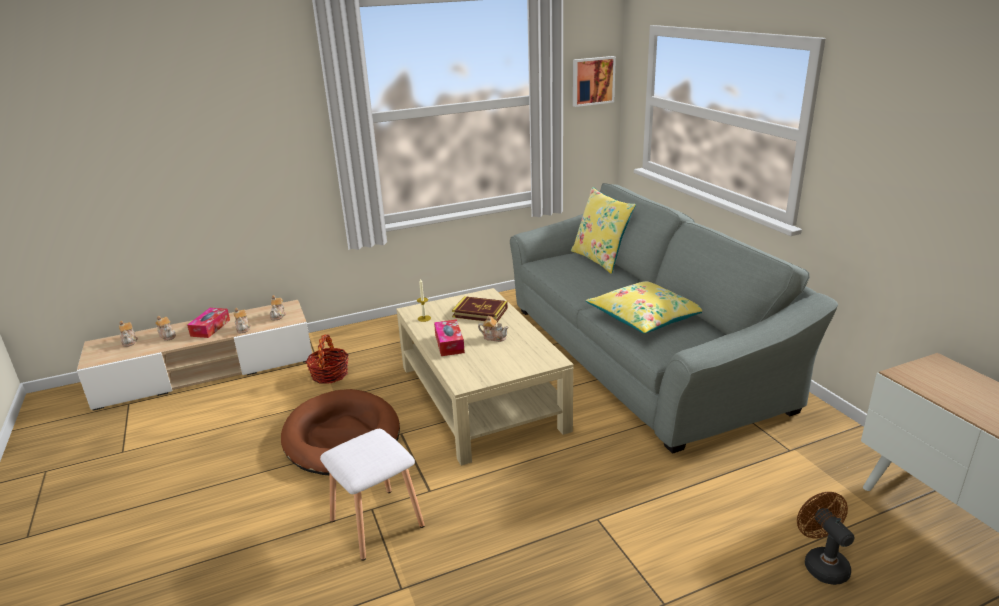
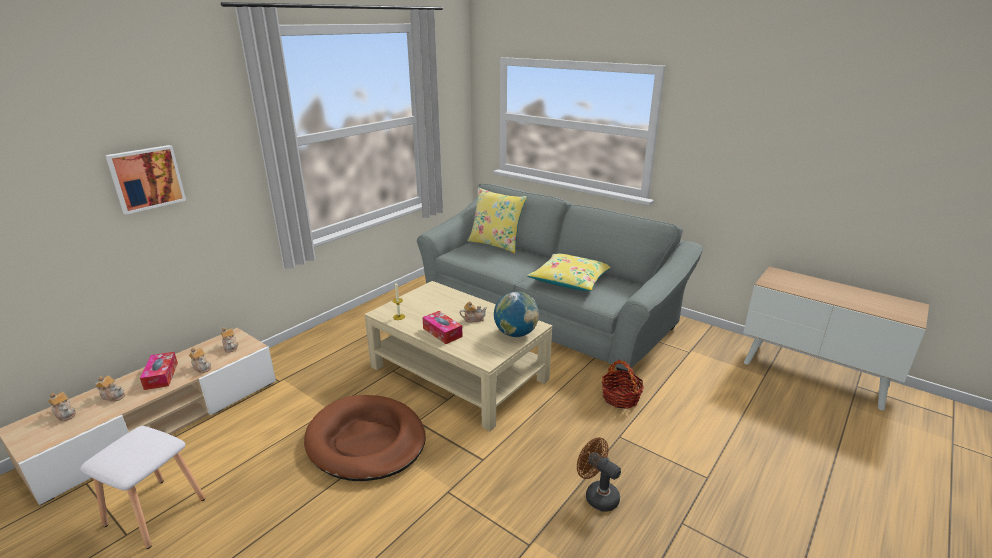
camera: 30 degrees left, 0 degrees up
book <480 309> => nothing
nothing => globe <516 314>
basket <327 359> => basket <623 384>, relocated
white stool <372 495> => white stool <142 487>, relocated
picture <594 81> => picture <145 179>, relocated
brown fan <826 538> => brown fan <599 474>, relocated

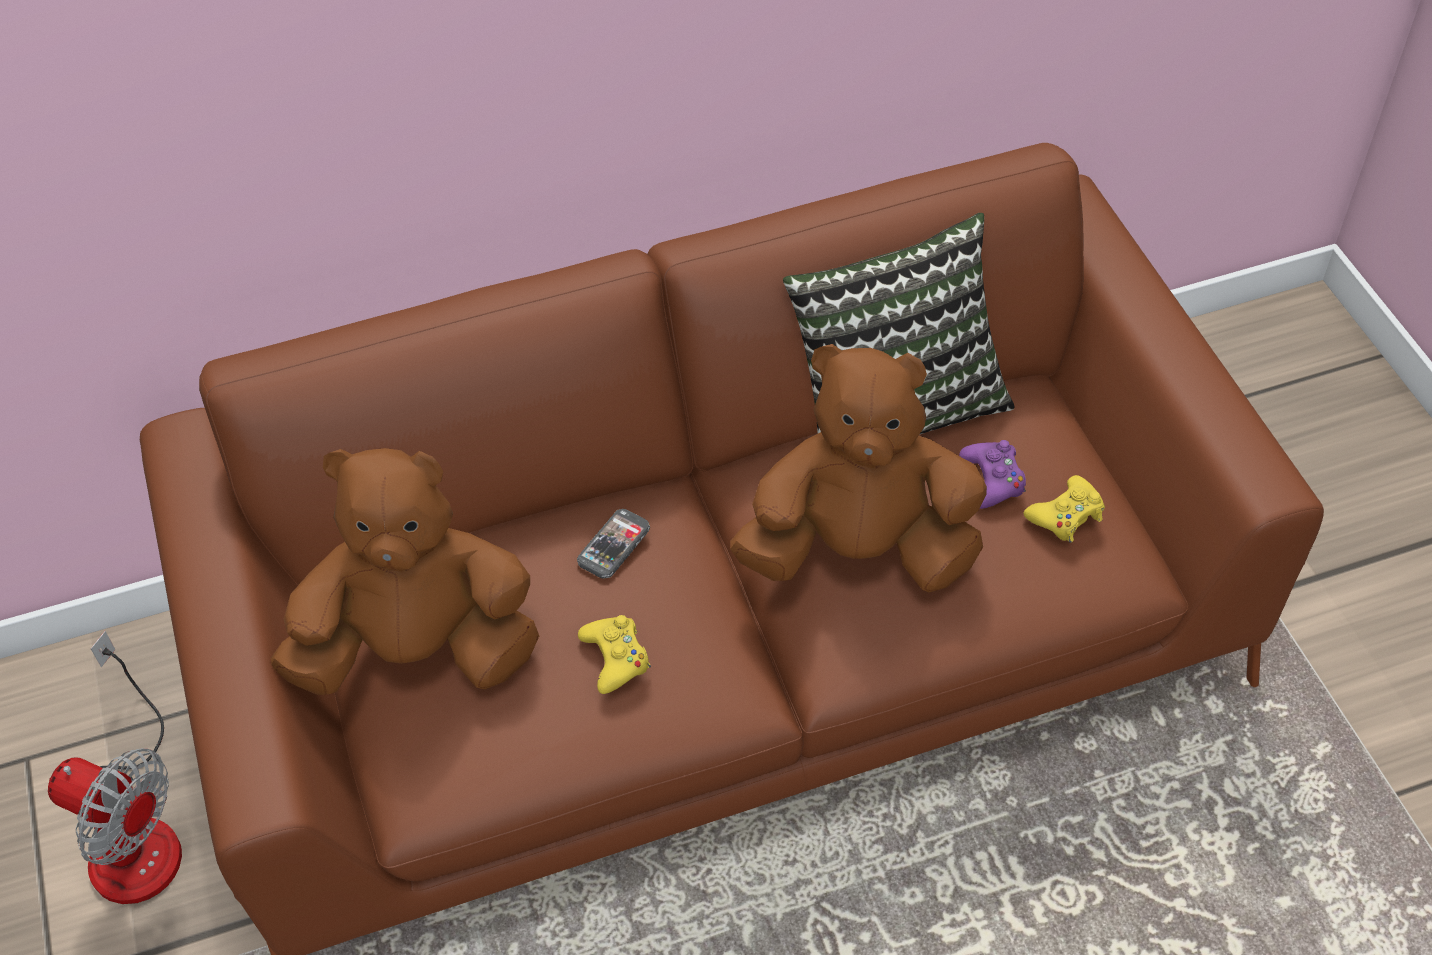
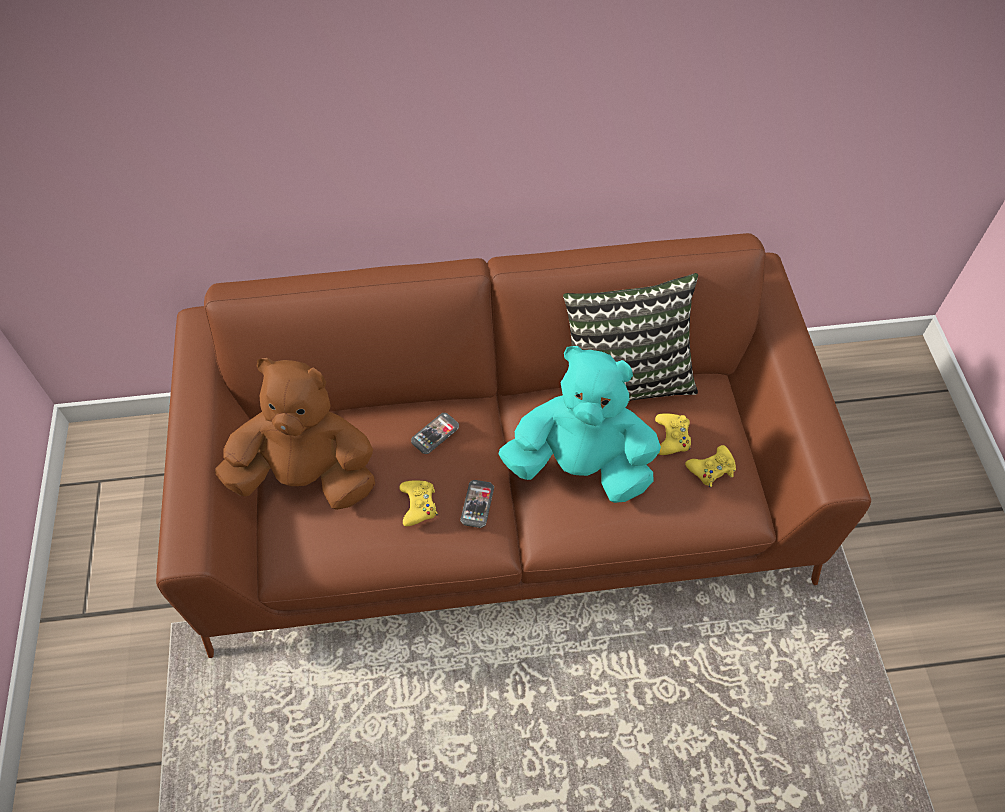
camera: 10 degrees right, 5 degrees up
fan <115 767> => nothing
nothing => phone <477 504>
brown plush toy <858 468> => turquoise plush toy <579 424>
purple game controller <992 474> => yellow game controller <673 434>

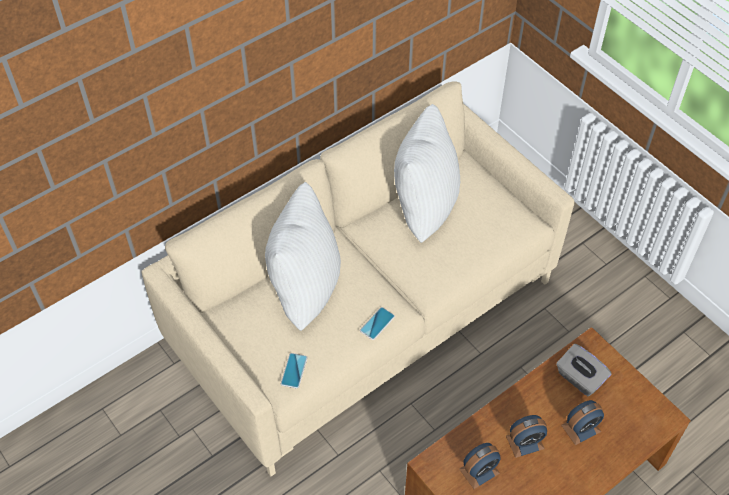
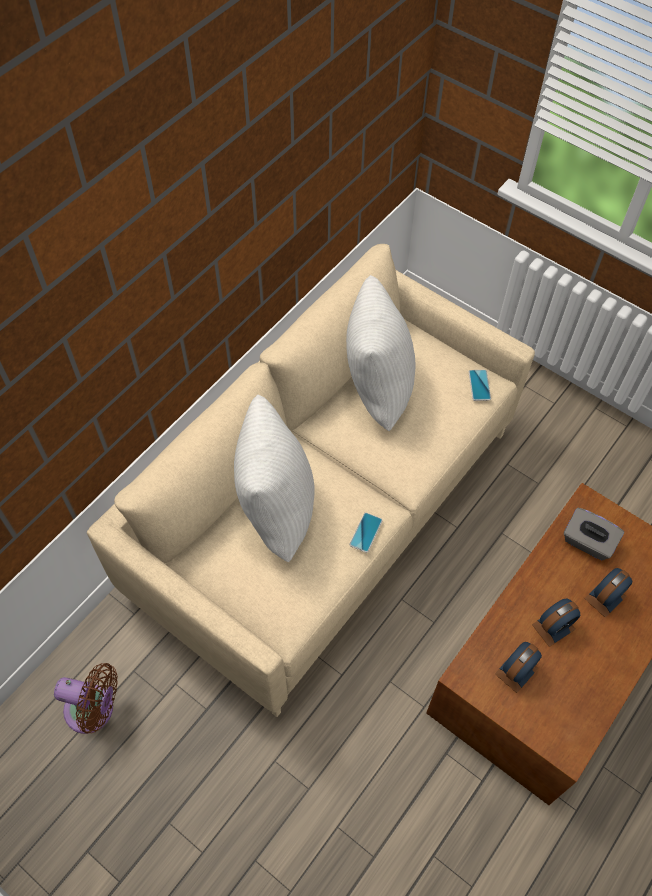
camera: 15 degrees left, 5 degrees up
nothing => brown fan <86 698>
phone <294 371> => phone <480 385>, relocated

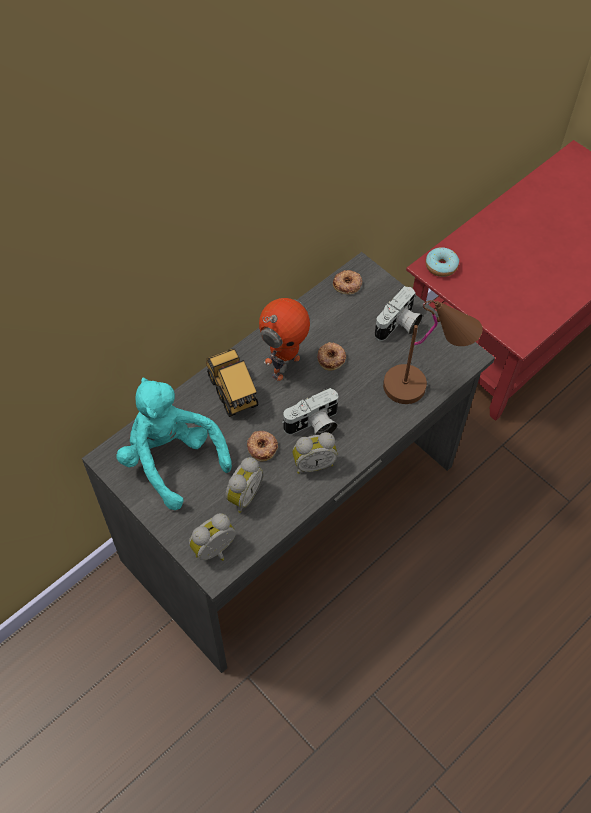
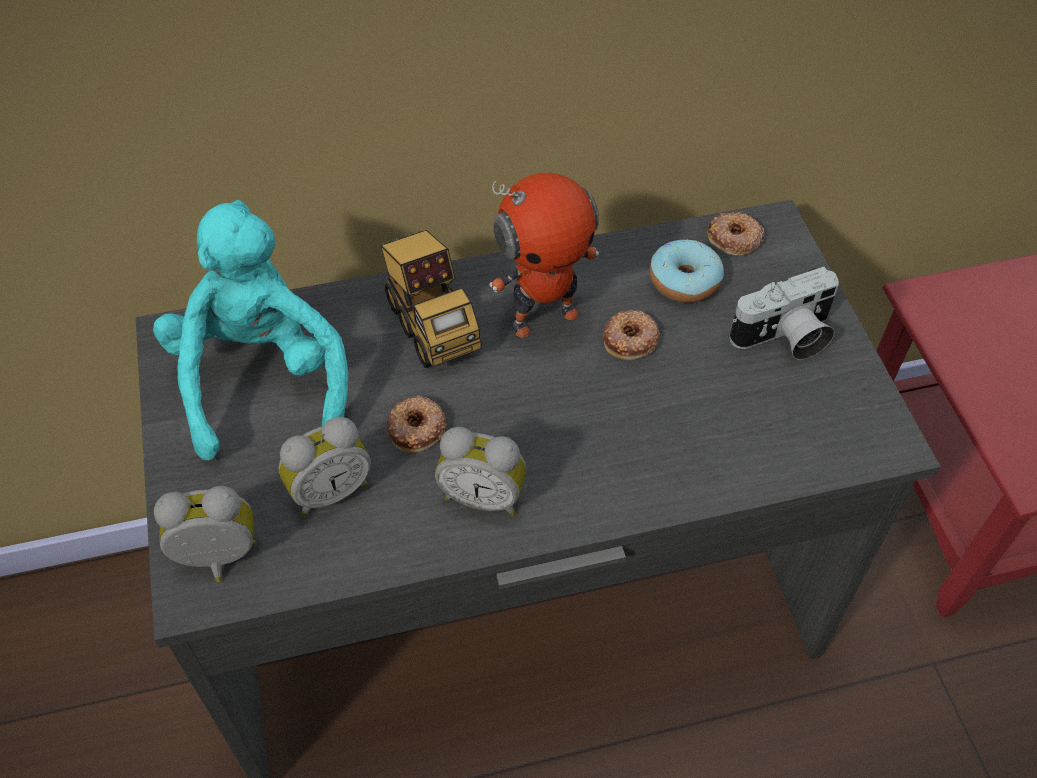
camera: 30 degrees right, 5 degrees down
photo camera <310 411> => nothing
brown table lamp <433 352> => nothing
donut <442 262> => donut <687 271>, relocated
toy truck <232 383> => toy truck <431 299>, 150 degrees clockwise

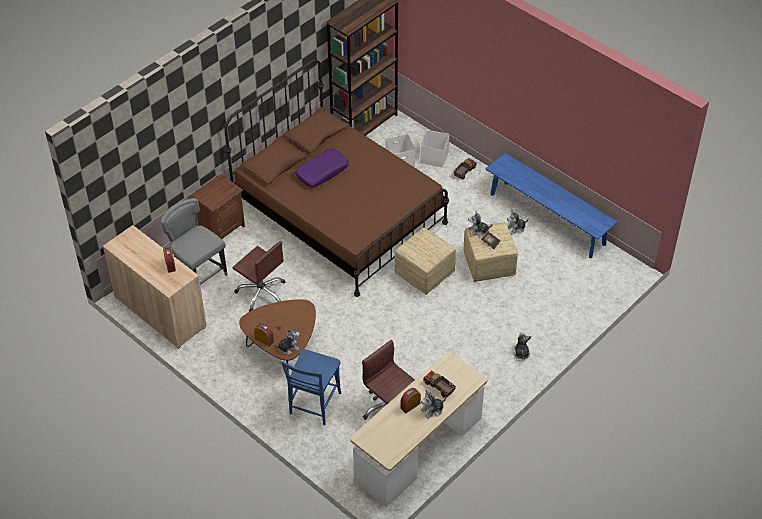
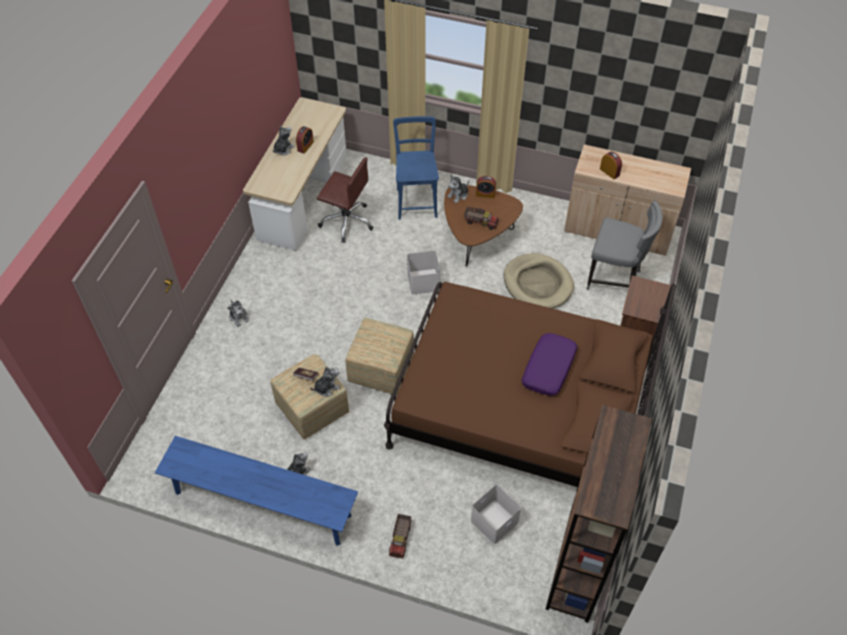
camera: 155 degrees right, 5 degrees up
white storage box <434 149> => white storage box <423 272>, relocated
toy truck <439 384> => toy truck <481 218>, relocated
brown office chair <259 276> => beige dog bed <539 281>

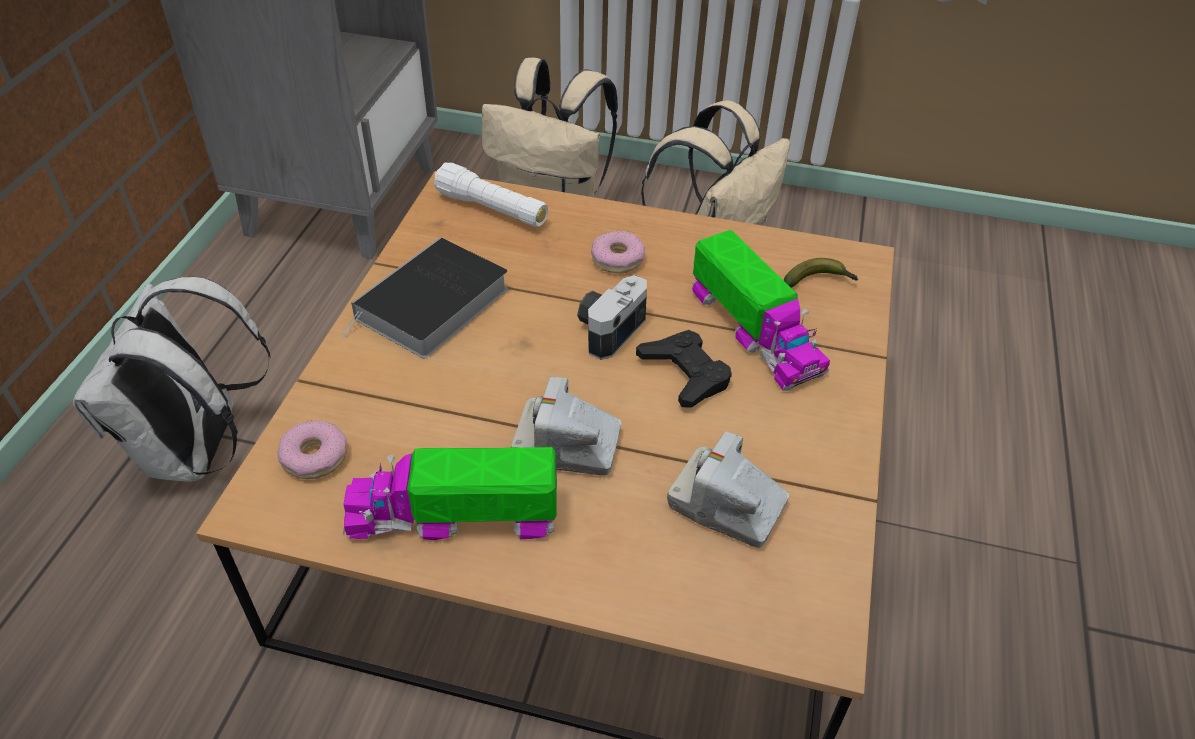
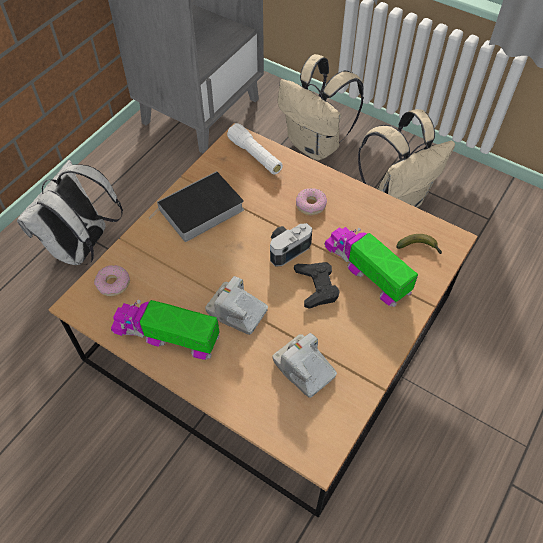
camera: 20 degrees right, 10 degrees up
toy truck <761 310> => toy truck <371 267>, 150 degrees clockwise

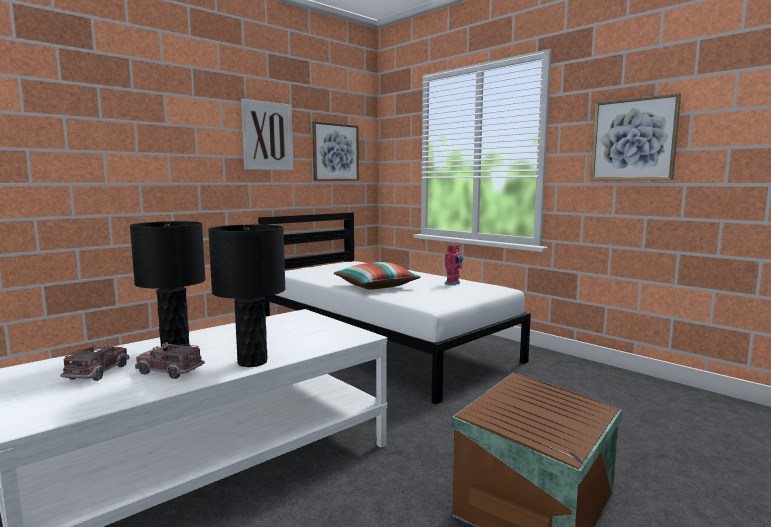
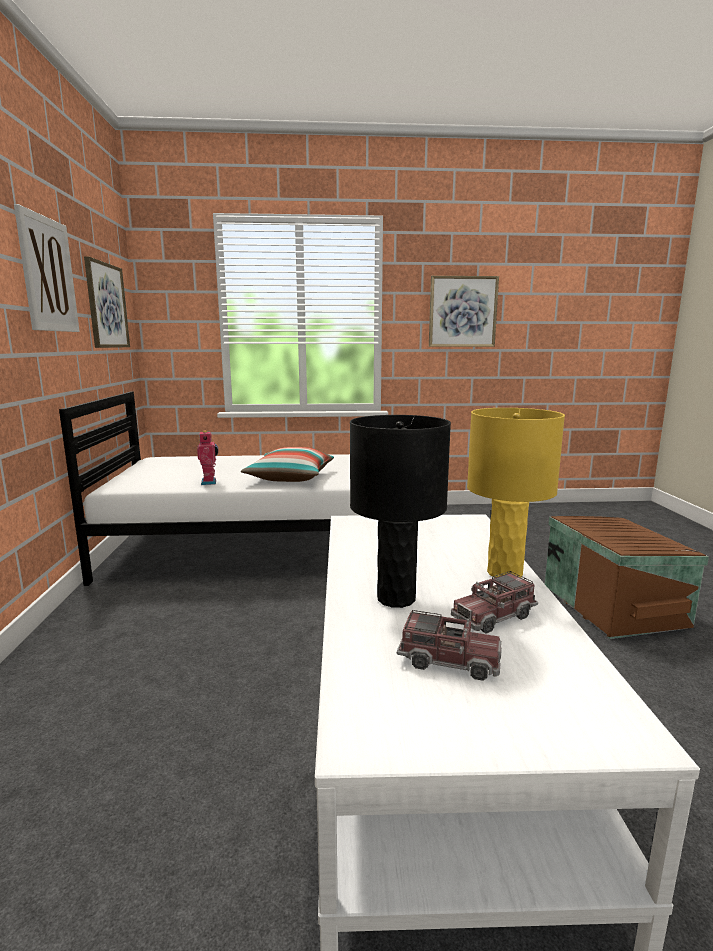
camera: 50 degrees left, 5 degrees up
toy robot <453 264> => toy robot <207 457>, relocated
black table lamp <247 296> => yellow table lamp <516 493>
toy truck <95 362> => toy truck <449 645>, 150 degrees clockwise

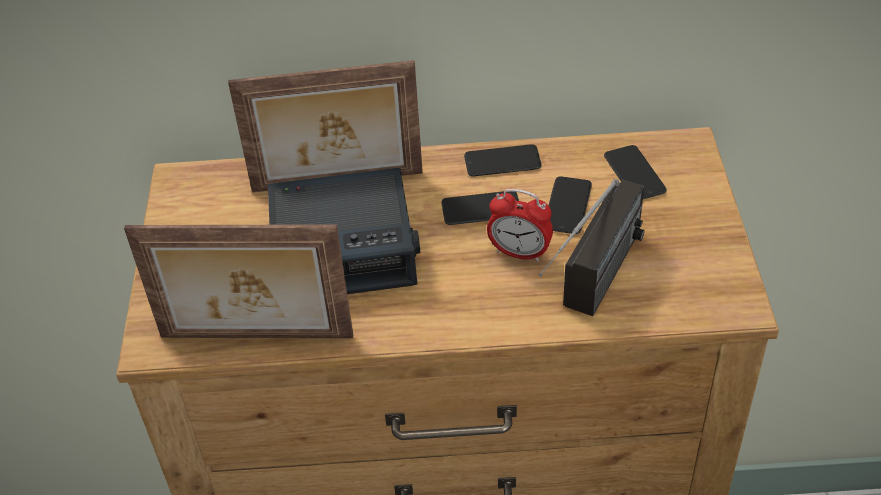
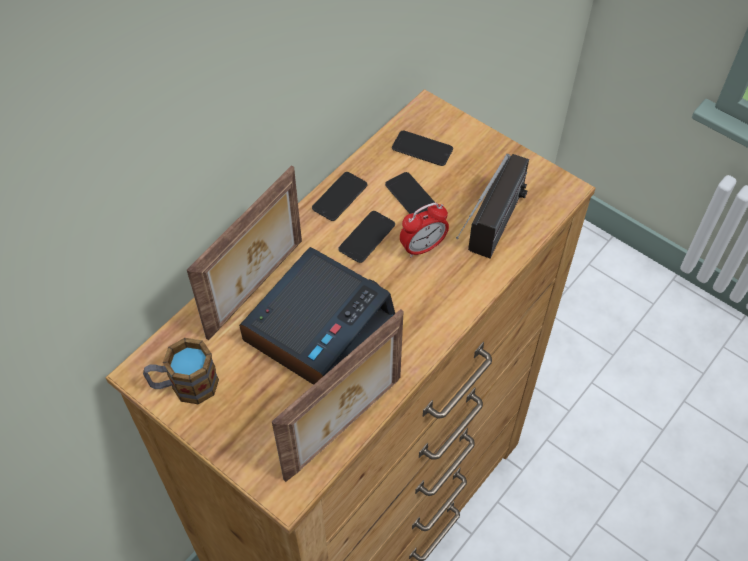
camera: 50 degrees left, 10 degrees up
nothing => mug <181 371>
radio <591 247> => radio <492 206>, 45 degrees clockwise

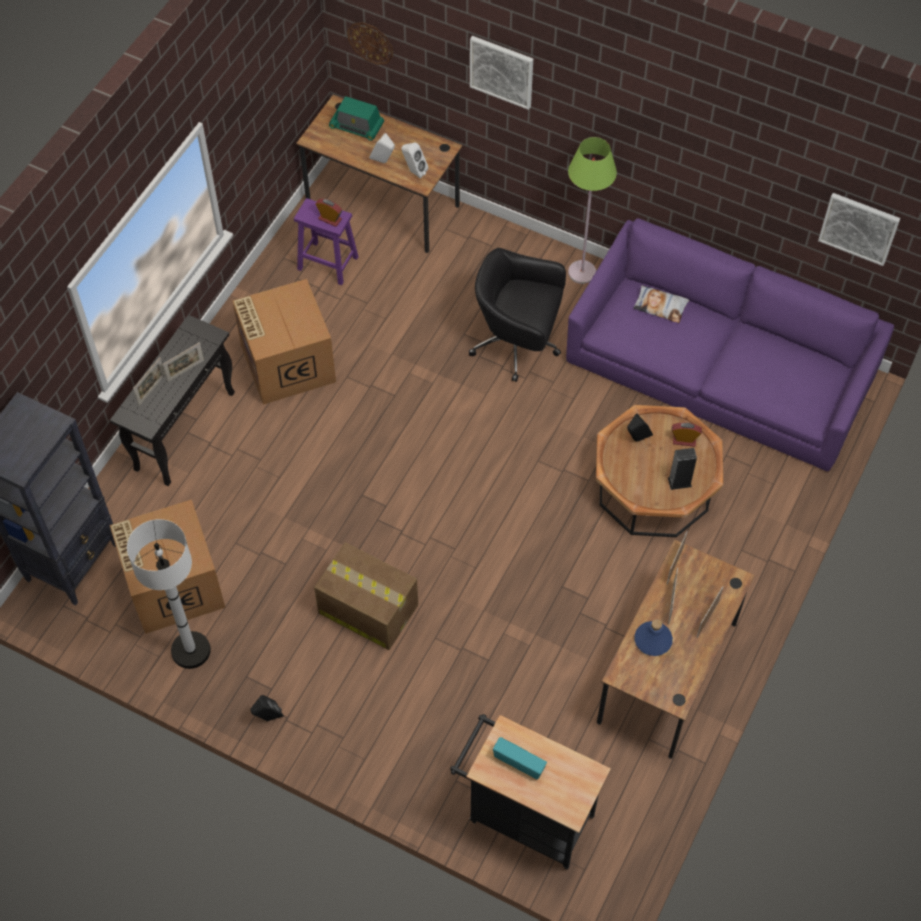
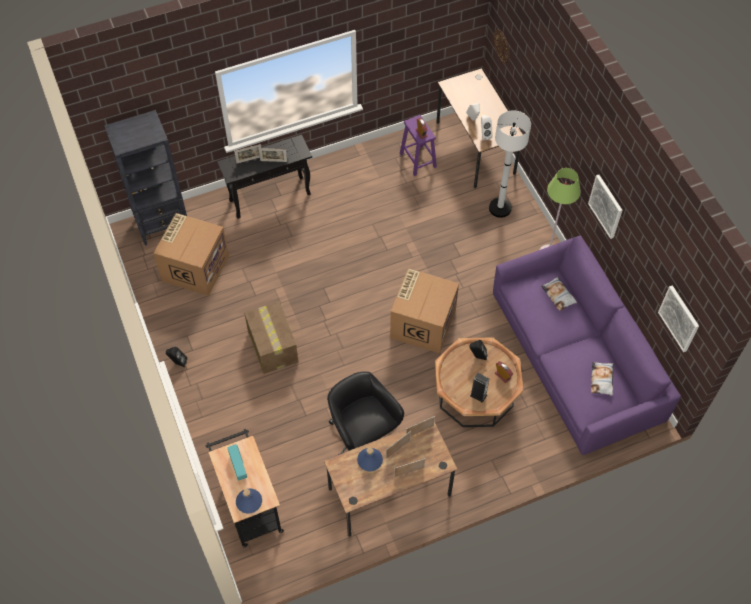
camera: 40 degrees right, 0 degrees up
radio <356 118> => nothing
nothing => blue bottle <249 501>
nothing => pillow <602 379>
white floor lamp <169 594> => white floor lamp <510 164>, relocated
cardboard box <284 342> => cardboard box <424 310>, relocated
black office chair <517 315> => black office chair <365 413>, relocated
picture <501 73> => picture <605 207>, relocated

